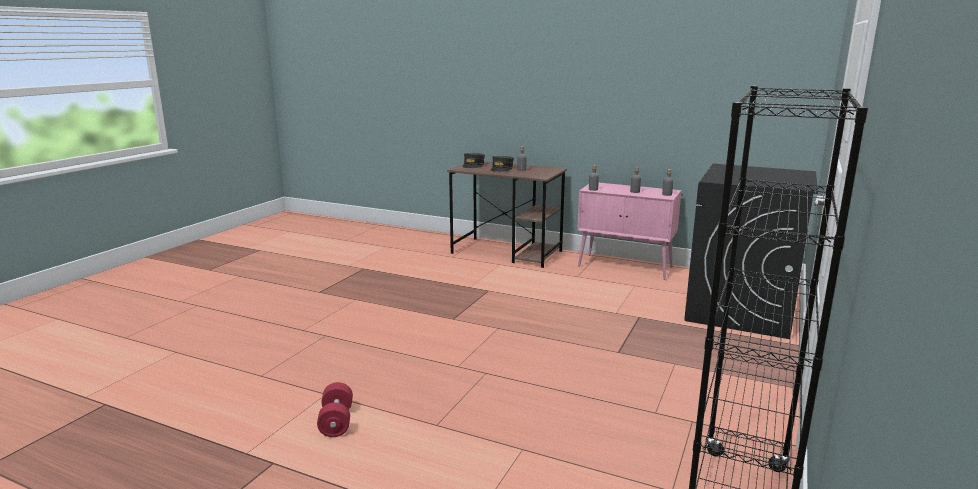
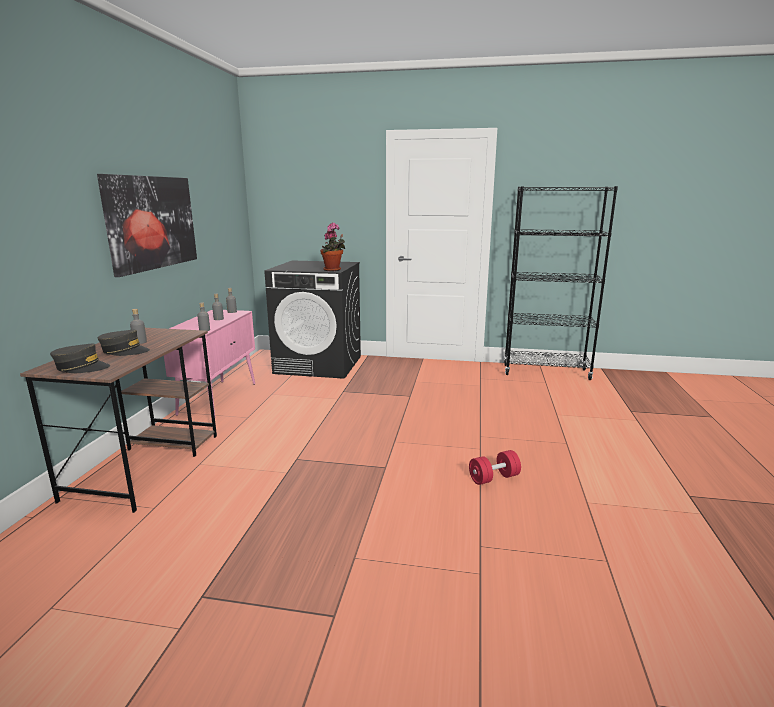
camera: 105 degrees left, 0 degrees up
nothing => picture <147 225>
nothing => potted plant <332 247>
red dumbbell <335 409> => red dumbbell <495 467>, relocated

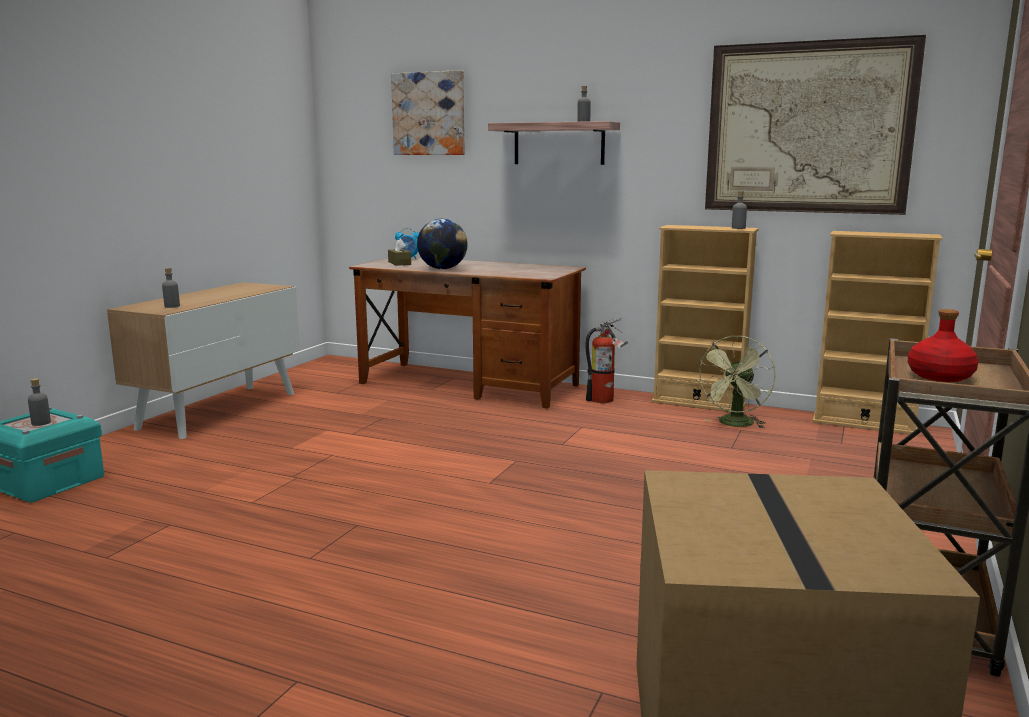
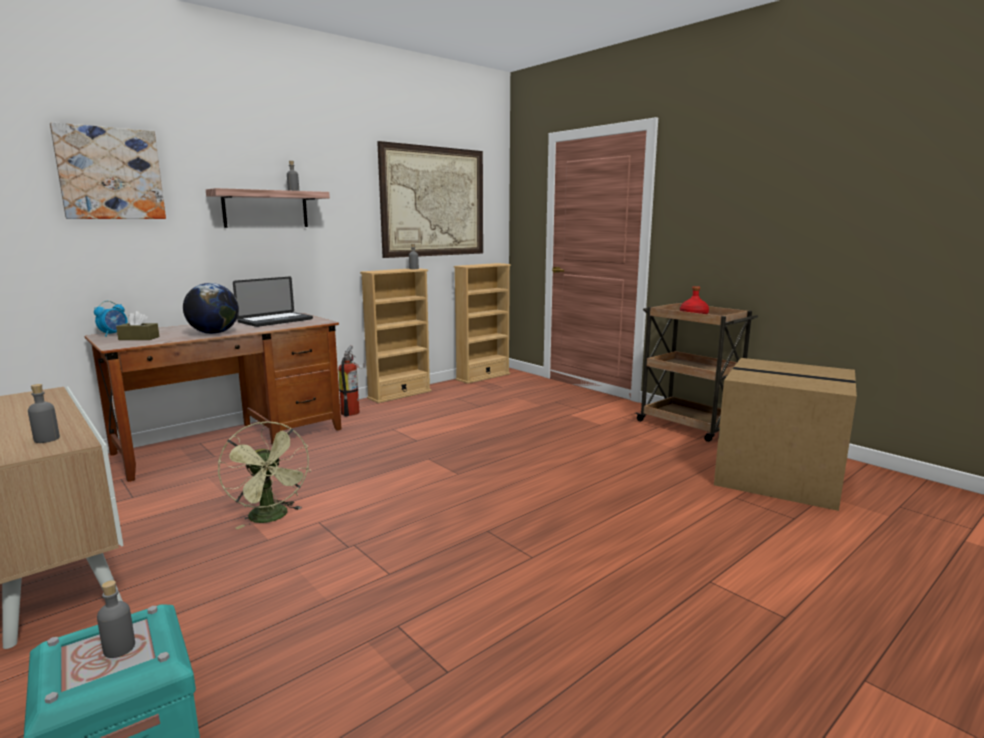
camera: 65 degrees left, 0 degrees up
nothing => laptop <273 302>
green fan <736 382> => green fan <264 475>, relocated

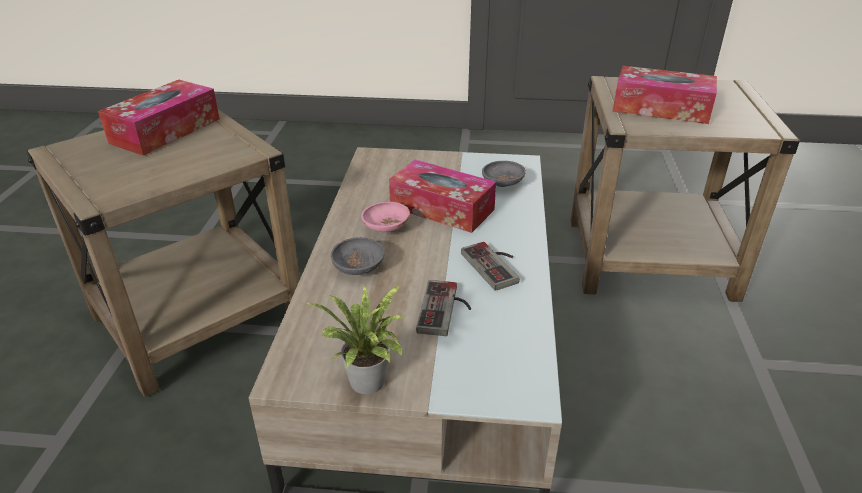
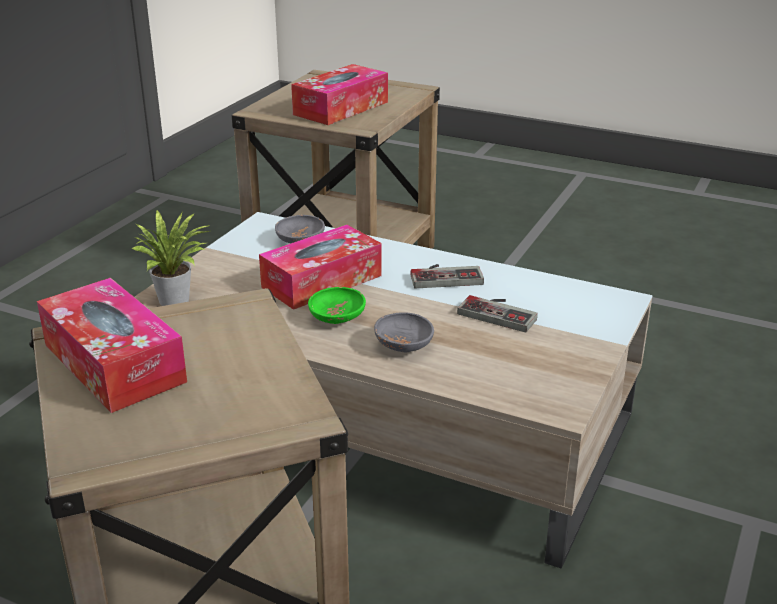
camera: 70 degrees left, 5 degrees down
potted plant <353 338> => potted plant <171 257>, relocated
pink bowl <385 217> => green bowl <337 305>

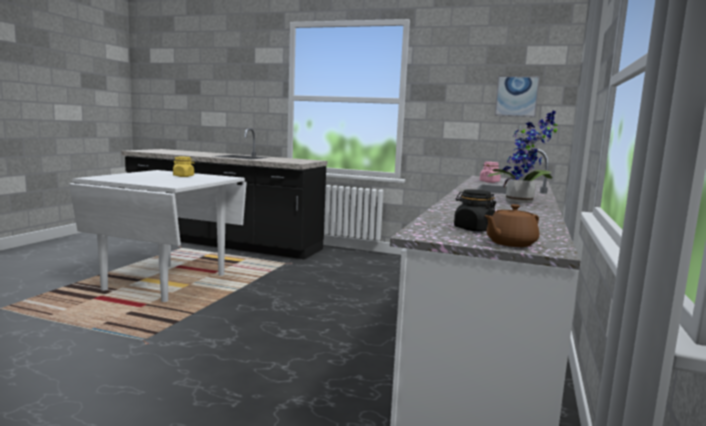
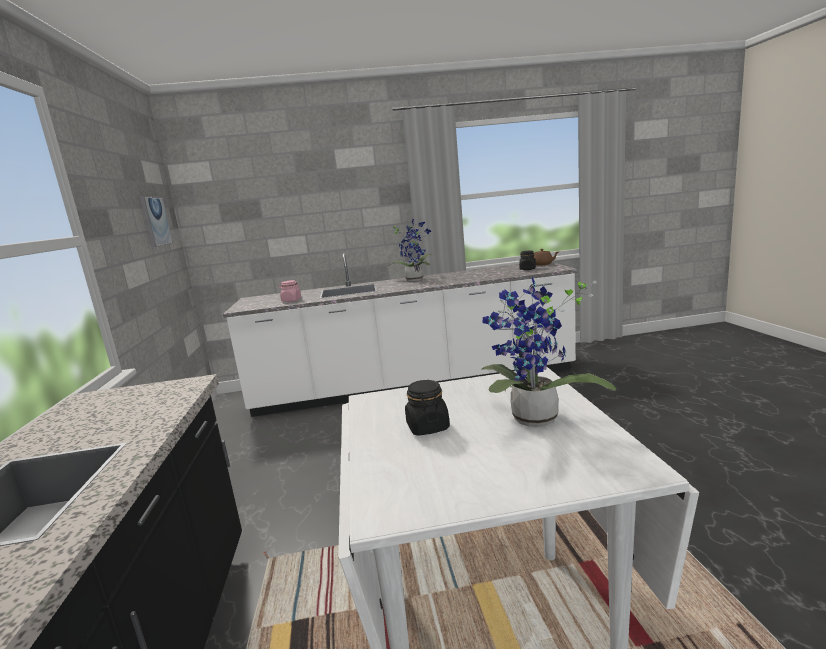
camera: 115 degrees left, 5 degrees up
nothing => potted plant <548 352>
yellow jar <183 167> => black jar <427 408>

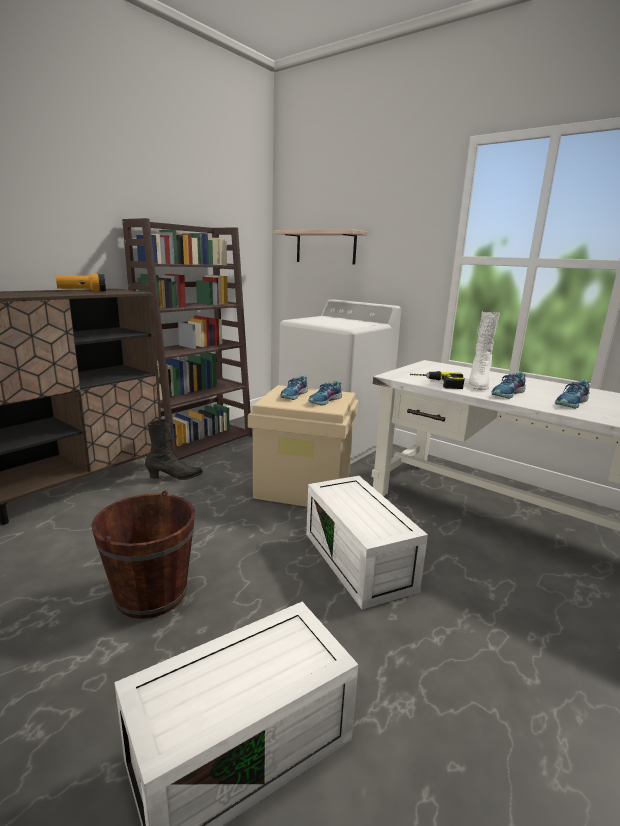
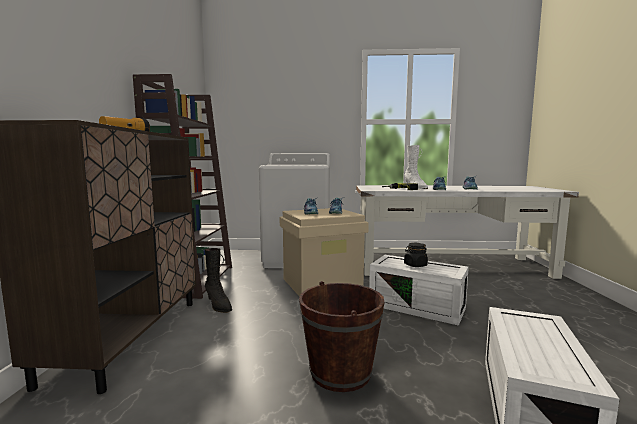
camera: 35 degrees left, 10 degrees down
shelf <320 246> => nothing
nothing => black jar <416 255>
black boot <174 449> => black boot <218 280>, 105 degrees clockwise

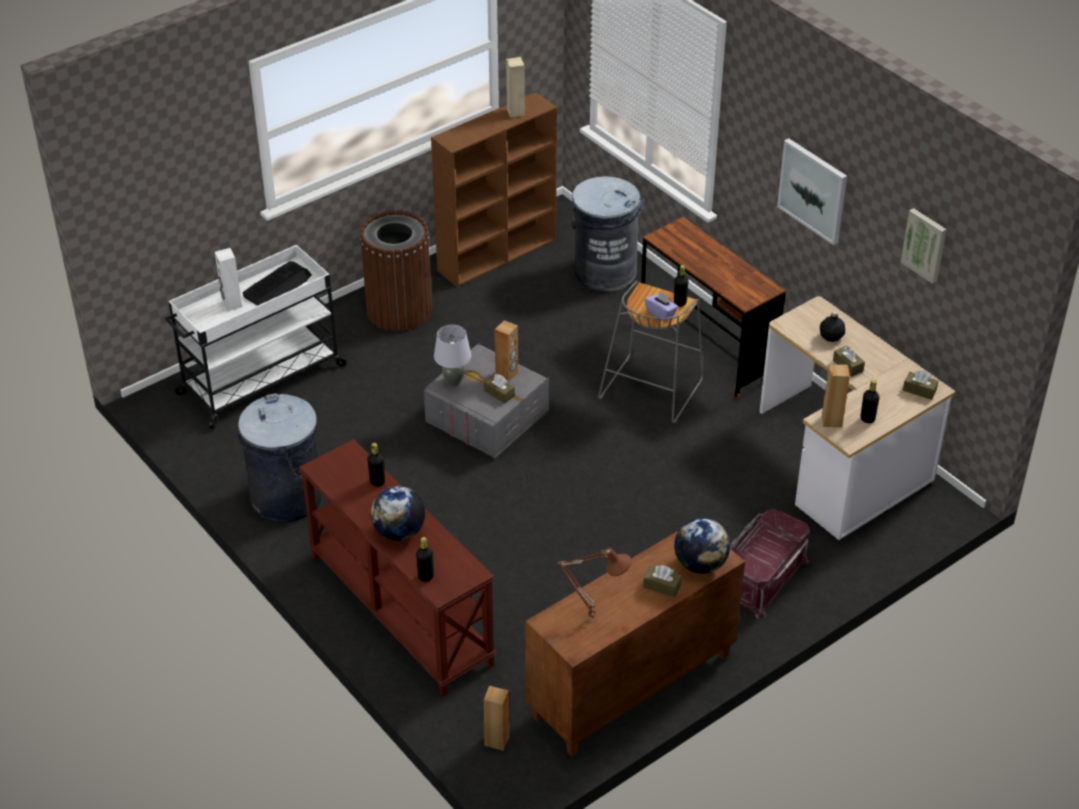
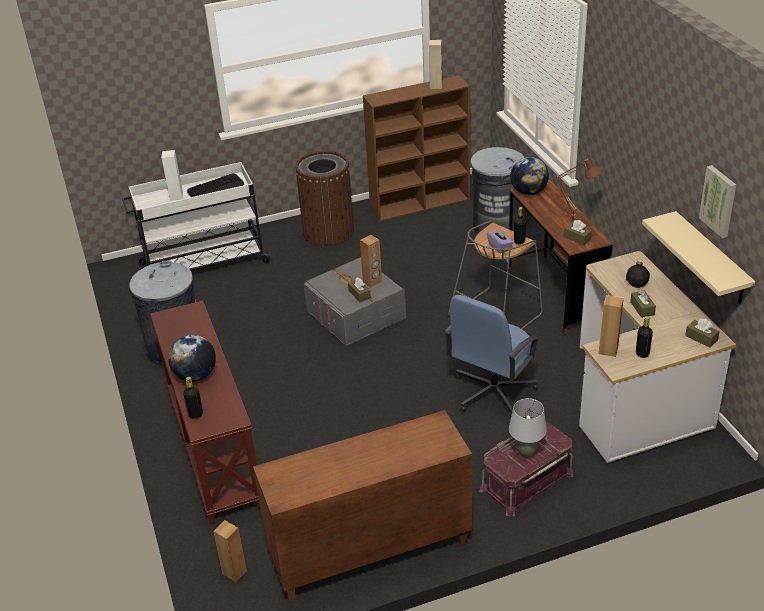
camera: 20 degrees right, 5 degrees down
black bottle <376 465> => nothing
picture <812 191> => nothing
nothing => blue office chair <492 356>
nothing => beige shelf <698 257>
grey table lamp <452 355> => grey table lamp <528 428>, relocated
brown table lamp <594 584> => brown table lamp <579 190>, relocated
brown tissue box <662 581> => brown tissue box <577 232>, relocated
globe <702 546> => globe <529 176>, relocated

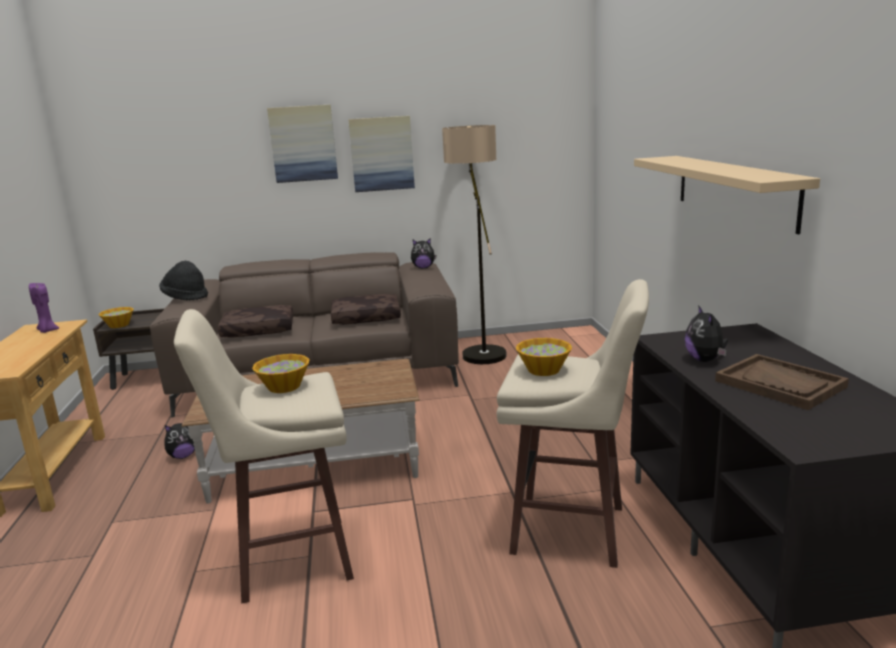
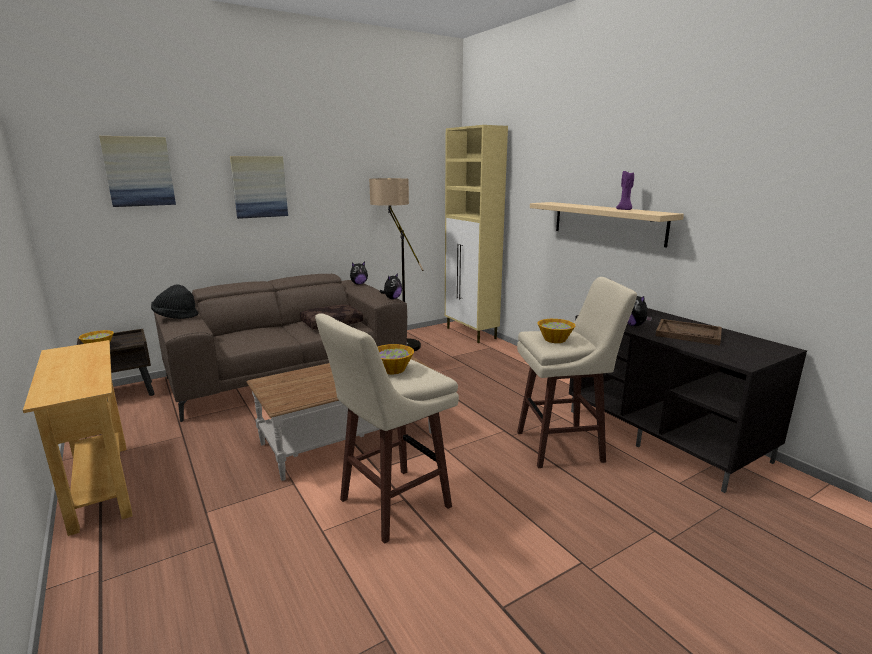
camera: 25 degrees left, 0 degrees up
brown pillow <255 321> => nothing
nothing => beige cabinet <476 234>
purple candle <44 308> => purple candle <625 190>, relocated
plush toy <180 441> => plush toy <391 286>, relocated
picture <381 154> => picture <137 171>, relocated

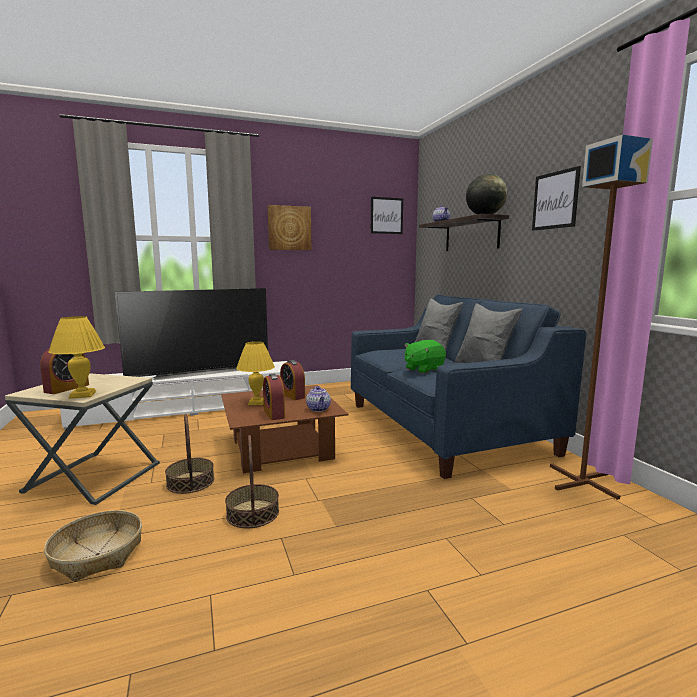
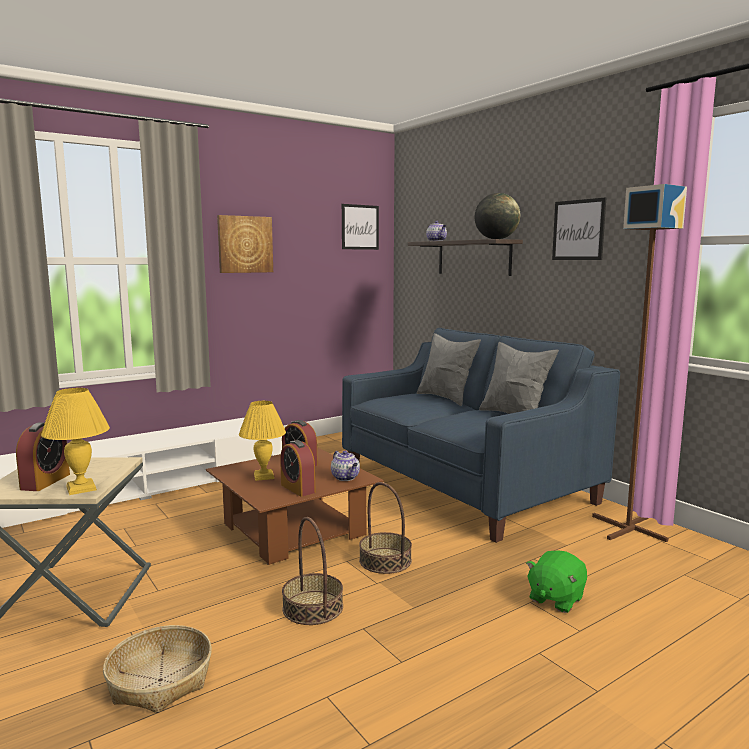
camera: 15 degrees left, 0 degrees up
television <191 334> => nothing
basket <189 454> => basket <385 528>, relocated
green plush toy <425 357> => green plush toy <556 581>, relocated

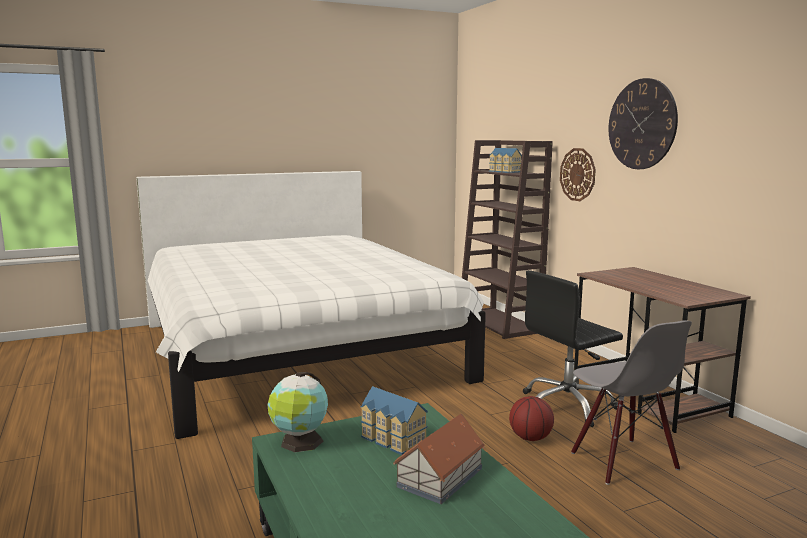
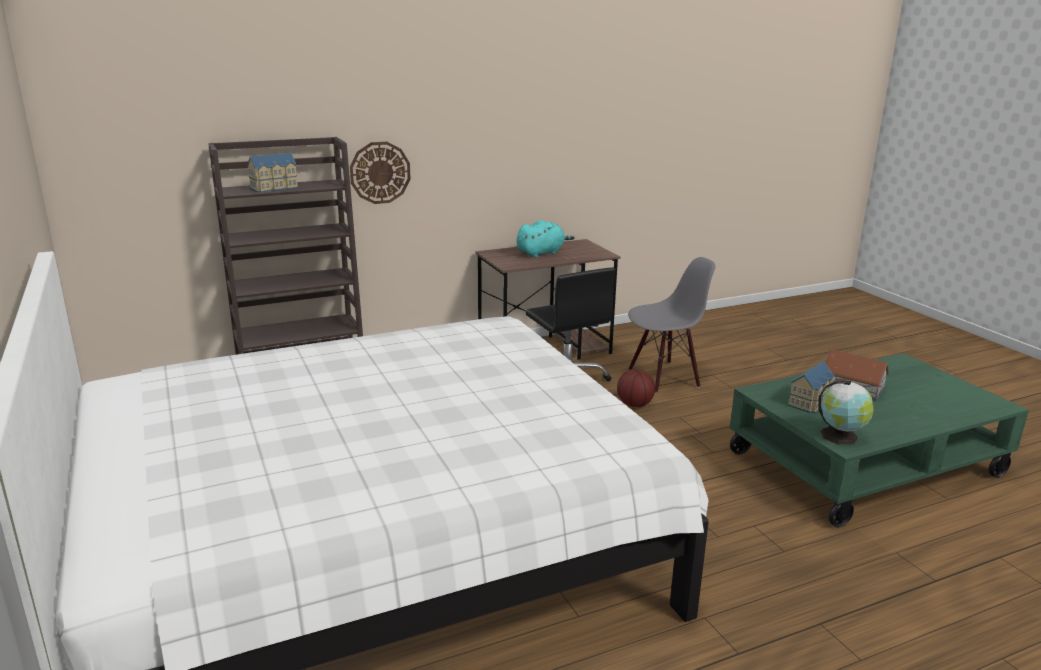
camera: 90 degrees left, 10 degrees up
wall clock <643 123> => nothing
nothing => turquoise plush toy <545 239>

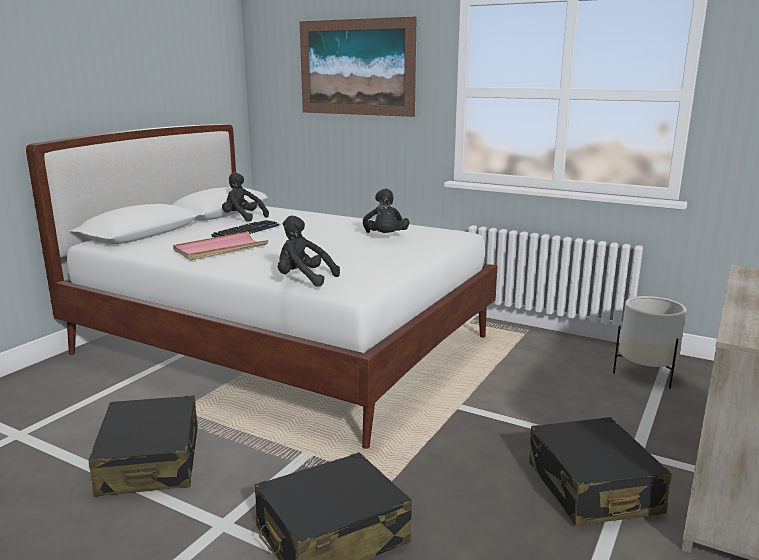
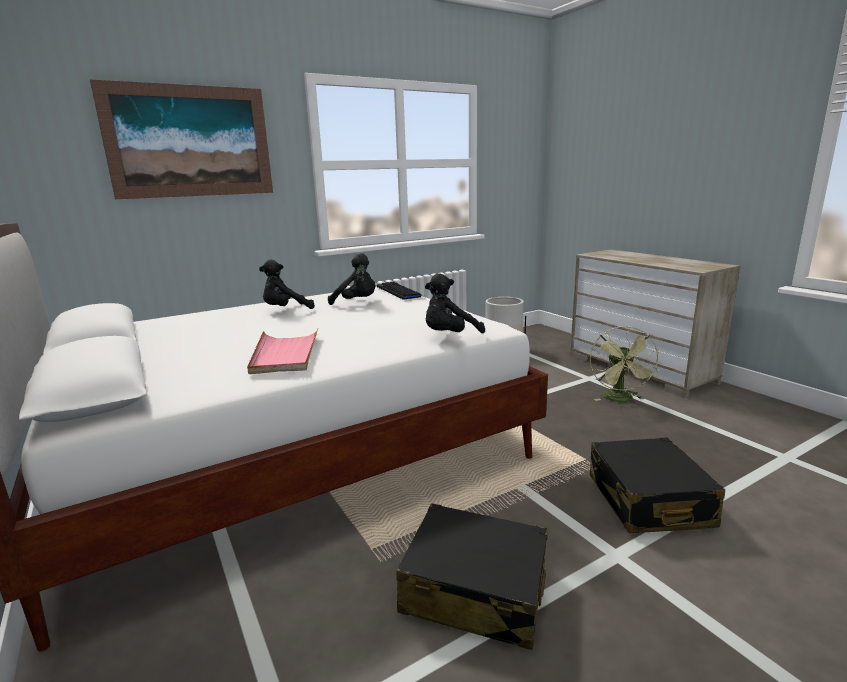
camera: 60 degrees left, 0 degrees up
keyboard <246 228> => keyboard <400 291>, relocated
black plush toy <245 197> => black plush toy <287 284>, relocated
black suitcase <600 471> => green fan <625 364>

